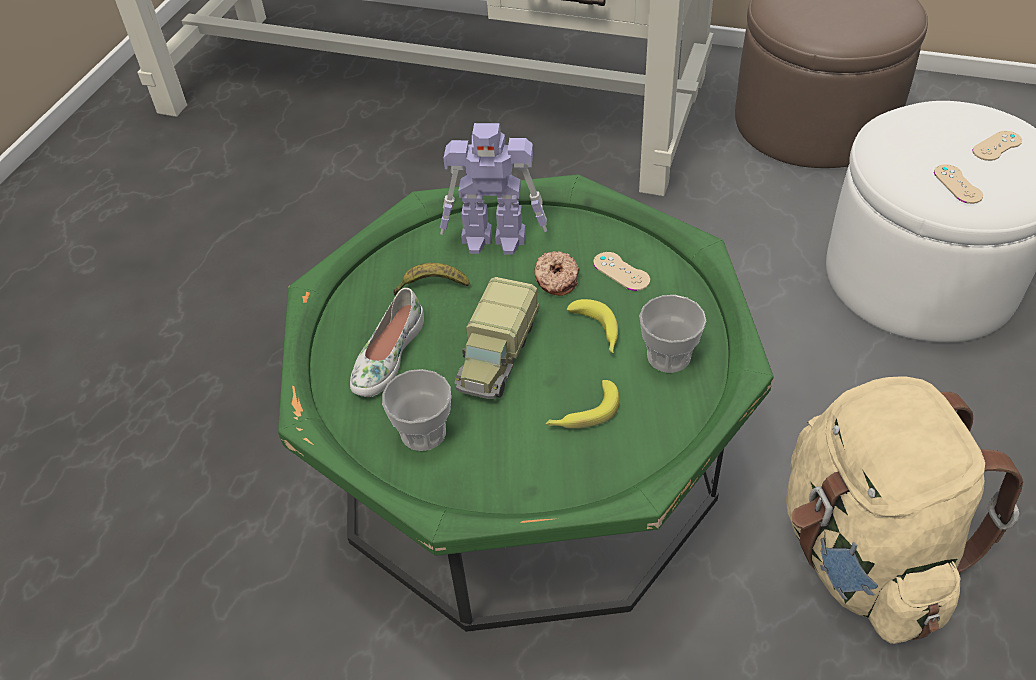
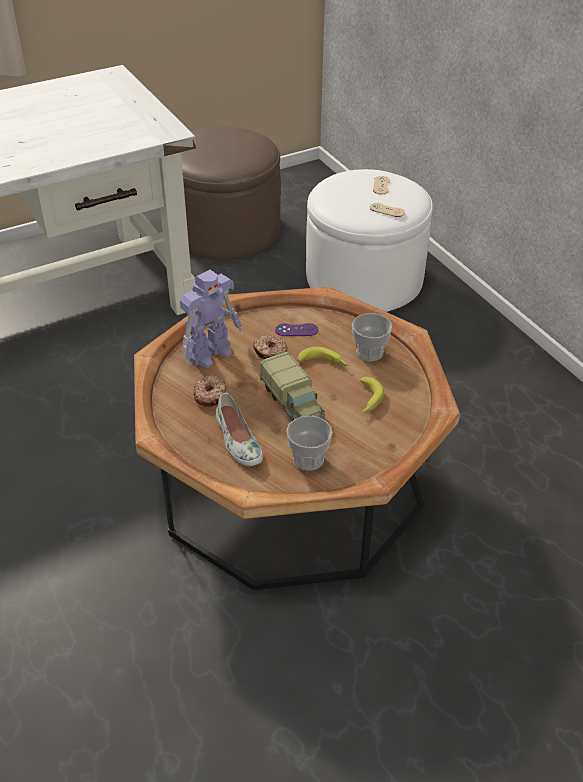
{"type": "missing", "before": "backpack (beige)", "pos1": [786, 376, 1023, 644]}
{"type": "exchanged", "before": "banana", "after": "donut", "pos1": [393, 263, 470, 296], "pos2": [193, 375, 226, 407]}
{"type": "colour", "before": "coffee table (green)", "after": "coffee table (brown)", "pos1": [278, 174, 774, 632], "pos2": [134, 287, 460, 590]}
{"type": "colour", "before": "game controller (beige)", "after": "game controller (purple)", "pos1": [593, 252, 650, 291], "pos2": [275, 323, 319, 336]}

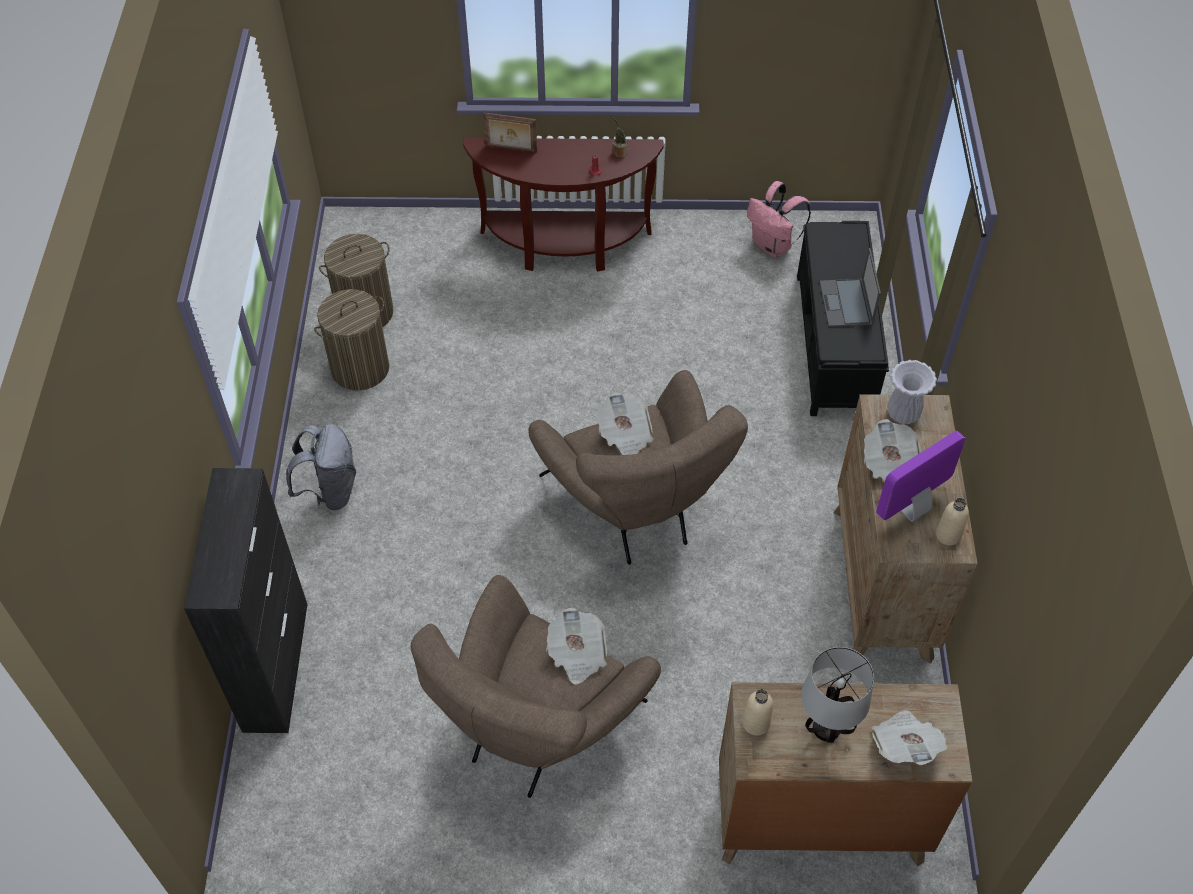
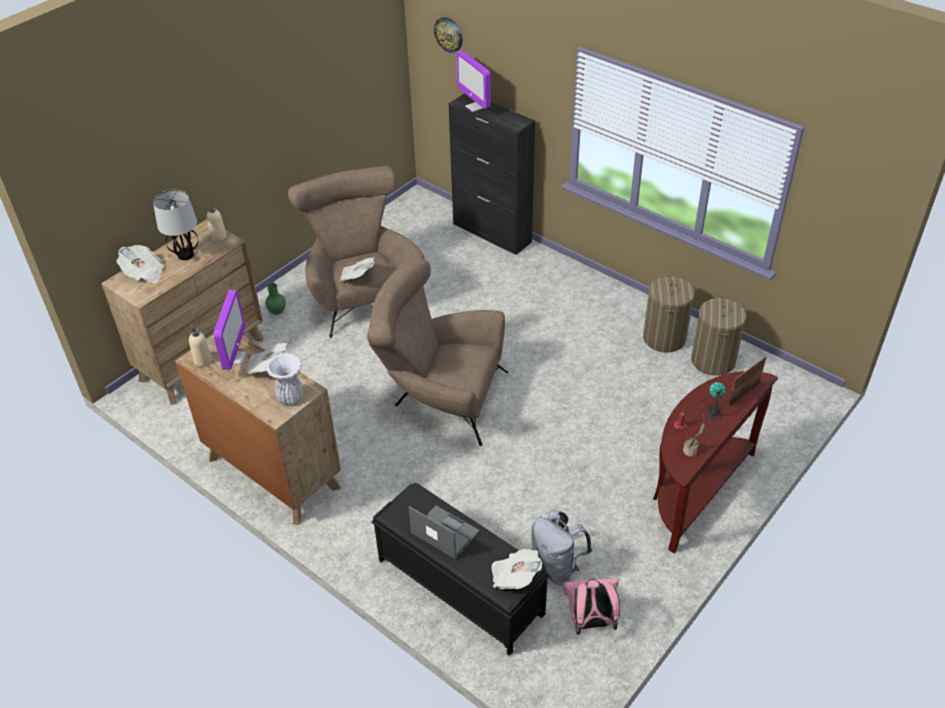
{"type": "appeared", "after": "vase (green)", "pos2": [265, 283, 286, 315]}
{"type": "appeared", "after": "wall clock", "pos2": [434, 17, 462, 53]}
{"type": "appeared", "after": "monitor", "pos2": [456, 51, 491, 112]}
{"type": "appeared", "after": "table lamp", "pos2": [693, 382, 726, 436]}
{"type": "relocated", "before": "backpack (grey)", "pos1": [286, 423, 356, 510], "pos2": [531, 510, 592, 585]}
{"type": "relocated", "before": "newspaper", "pos1": [598, 392, 653, 455], "pos2": [491, 549, 542, 589]}

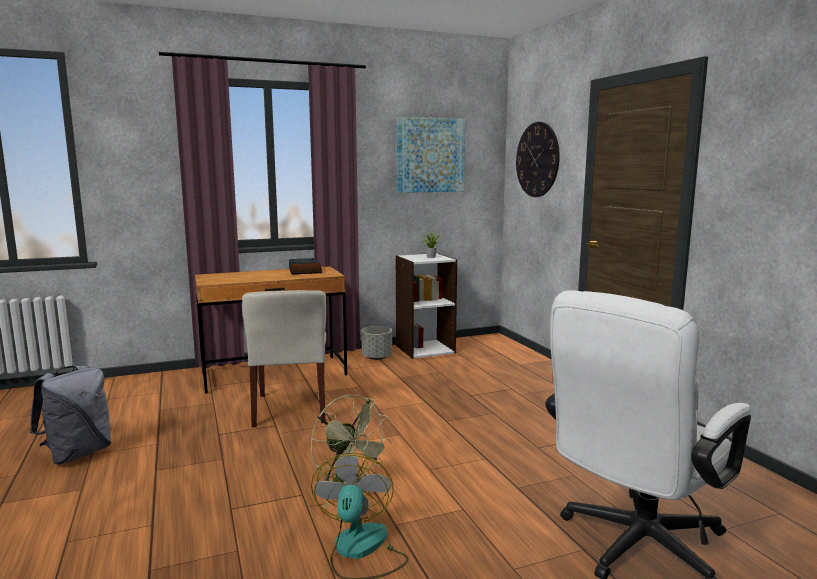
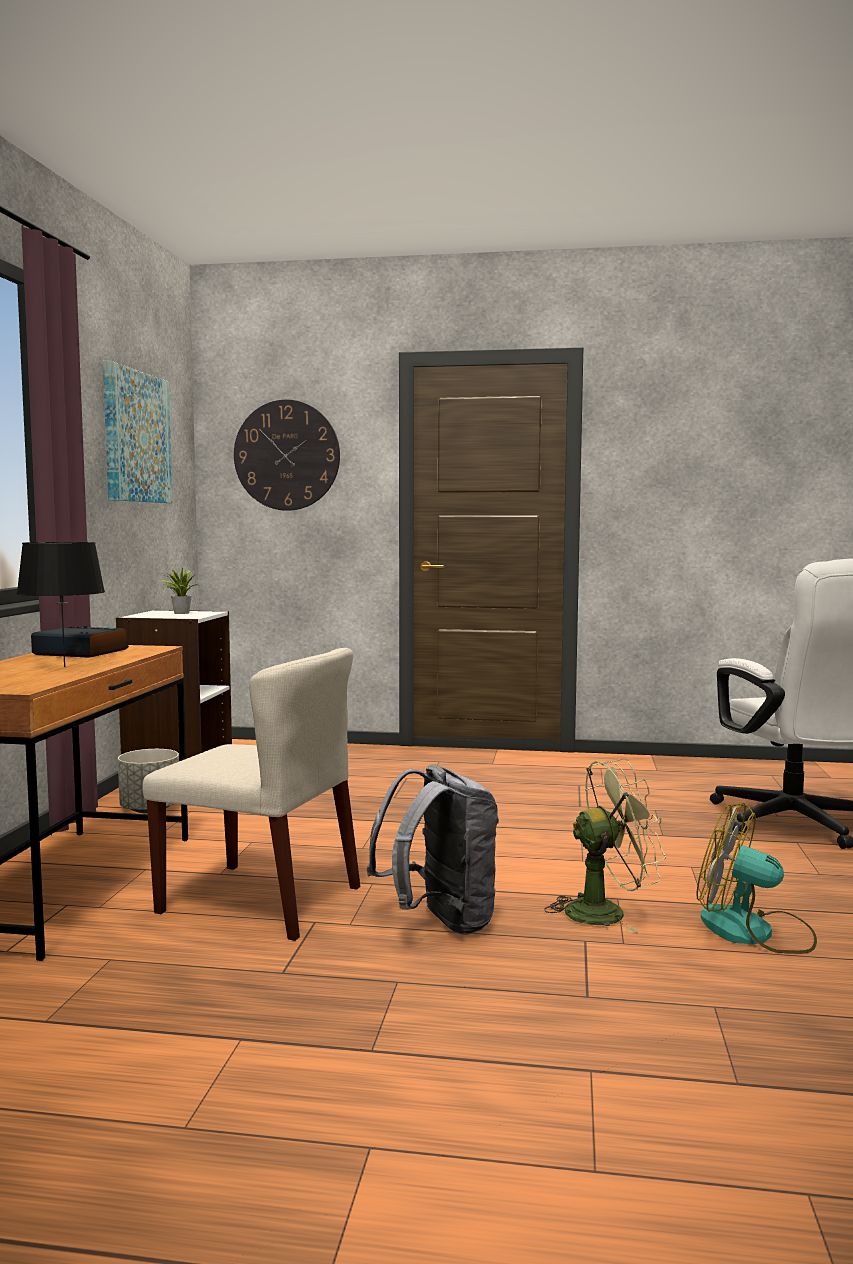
{"type": "appeared", "after": "table lamp (black)", "pos2": [17, 542, 105, 667]}
{"type": "relocated", "before": "backpack (grey)", "pos1": [30, 366, 112, 465], "pos2": [367, 765, 499, 935]}

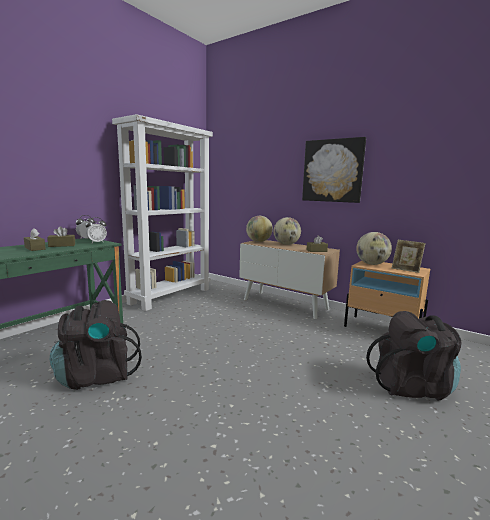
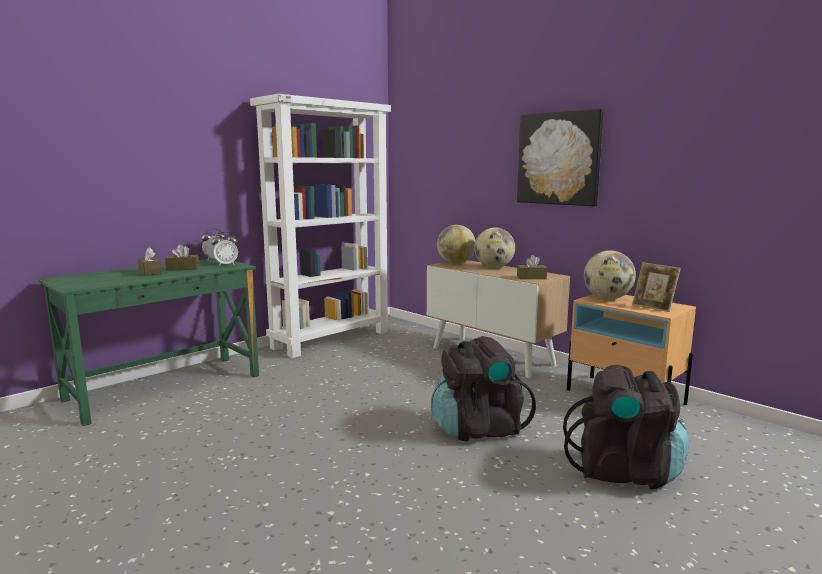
{"type": "relocated", "before": "backpack (black)", "pos1": [50, 300, 142, 390], "pos2": [431, 336, 536, 442]}

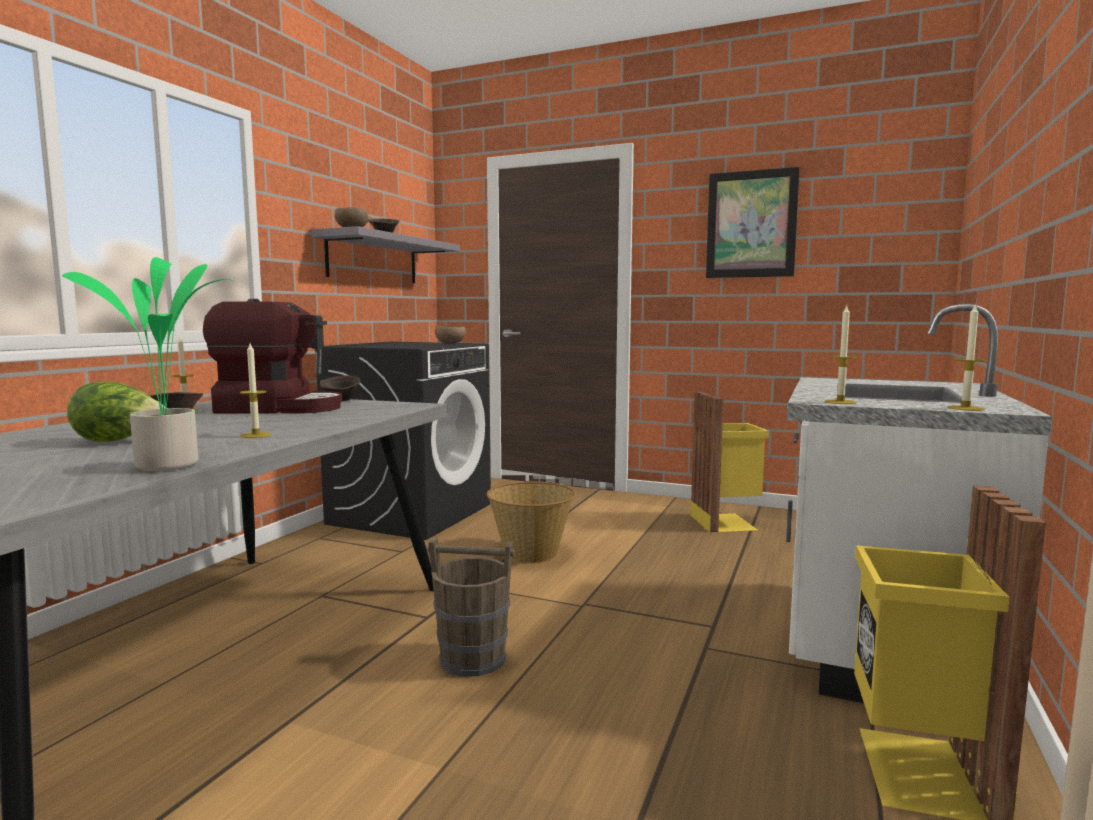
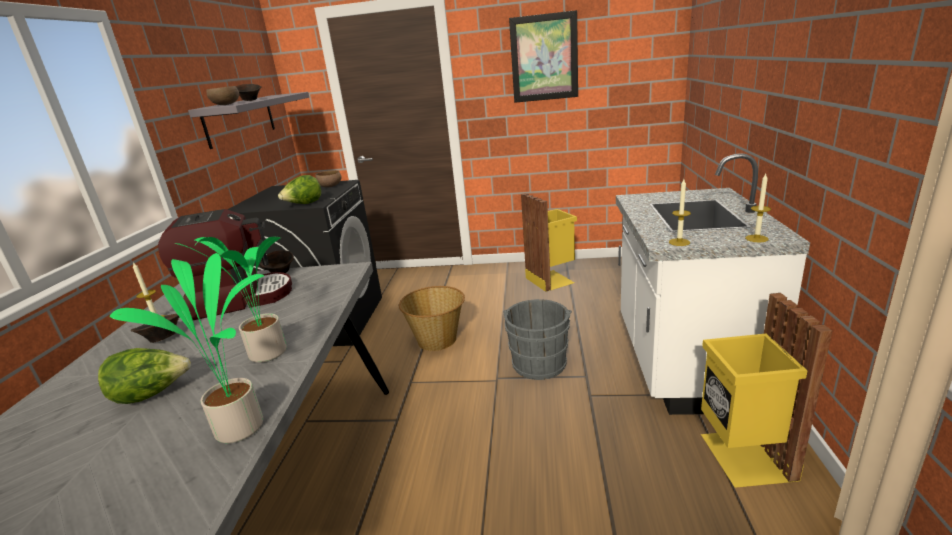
{"type": "missing", "before": "bucket (brown)", "pos1": [428, 538, 515, 677]}
{"type": "appeared", "after": "lettuce", "pos2": [278, 175, 321, 204]}
{"type": "appeared", "after": "bucket (grey)", "pos2": [503, 299, 572, 380]}
{"type": "exchanged", "before": "candle", "after": "potted plant", "pos1": [240, 343, 271, 438], "pos2": [174, 237, 287, 363]}

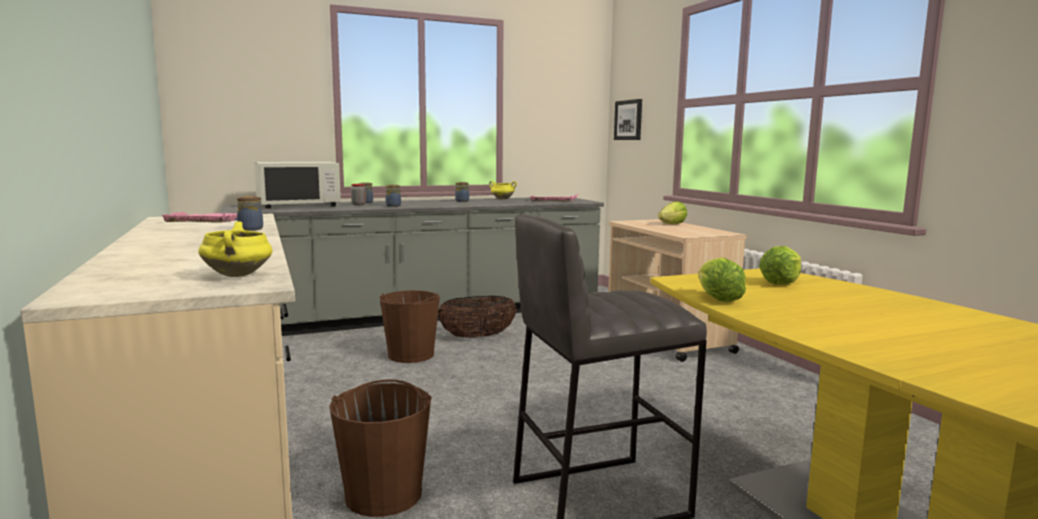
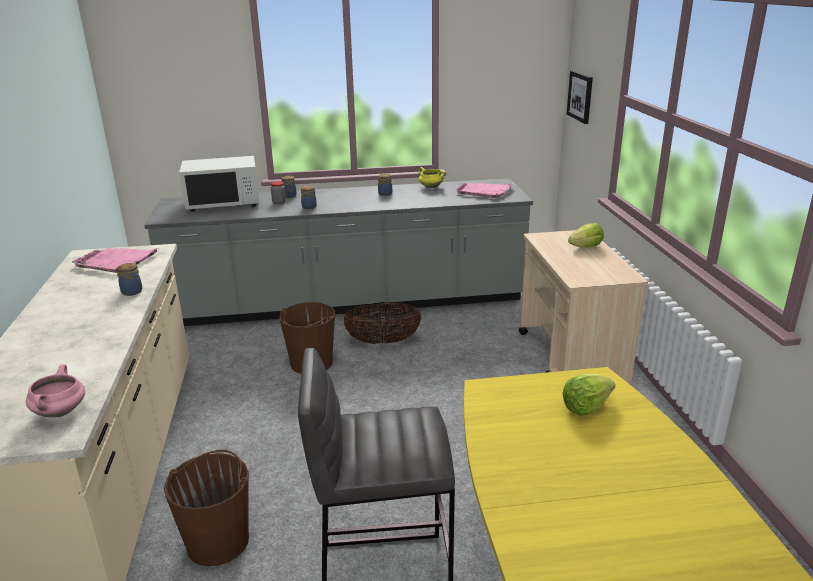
{"type": "missing", "before": "lettuce", "pos1": [699, 257, 746, 302]}
{"type": "colour", "before": "cooking pot (yellow)", "after": "cooking pot (pink)", "pos1": [198, 222, 272, 277], "pos2": [26, 364, 85, 418]}

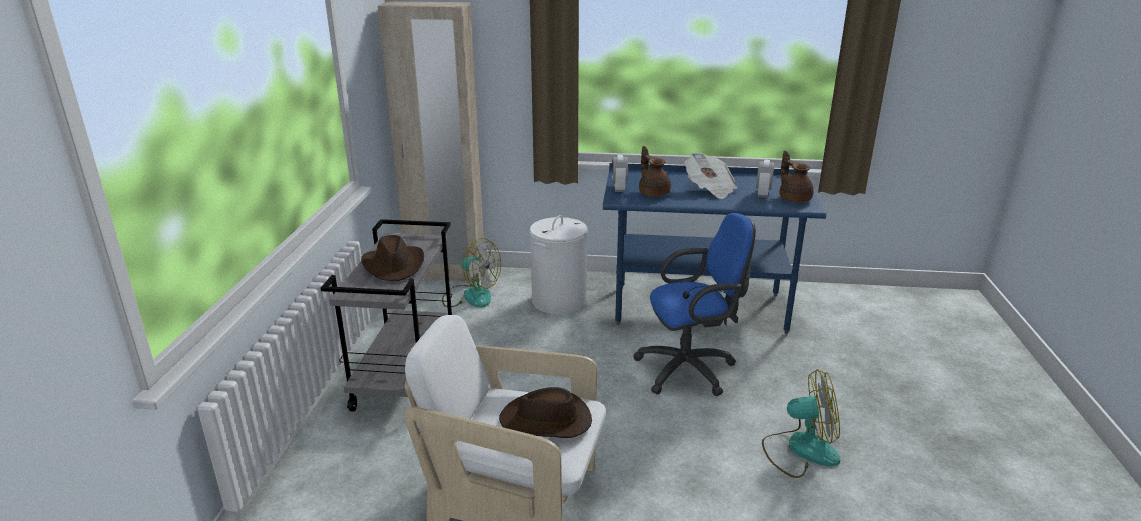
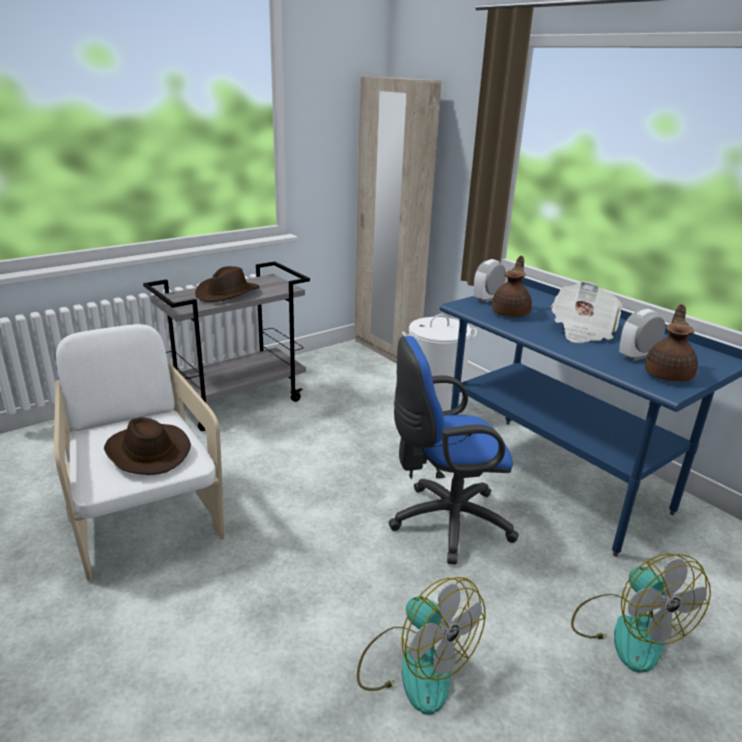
{"type": "relocated", "before": "fan", "pos1": [442, 238, 501, 307], "pos2": [571, 554, 711, 673]}
{"type": "spun", "before": "office chair (blue)", "pos1": [633, 213, 756, 396], "pos2": [389, 336, 519, 564], "turn": 135}

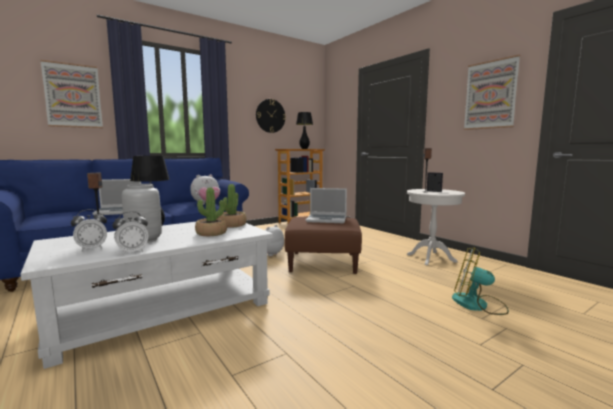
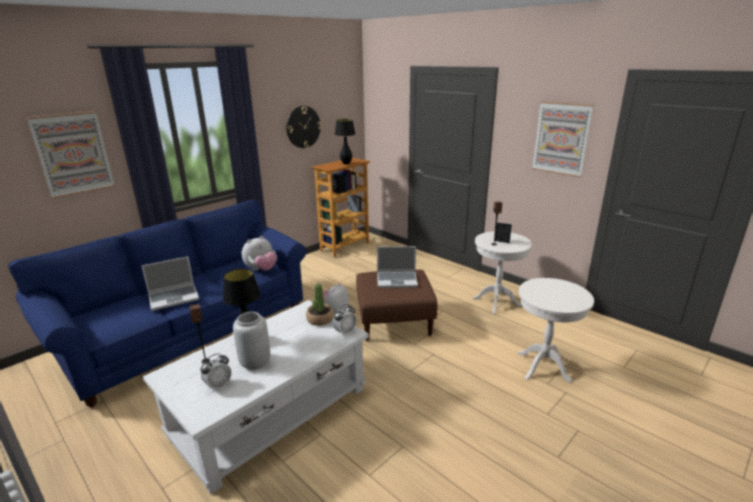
{"type": "missing", "before": "potted plant", "pos1": [195, 187, 227, 236]}
{"type": "relocated", "before": "alarm clock", "pos1": [112, 211, 149, 255], "pos2": [333, 304, 357, 337]}
{"type": "exchanged", "before": "fan", "after": "side table (white)", "pos1": [452, 247, 509, 315], "pos2": [518, 278, 594, 383]}

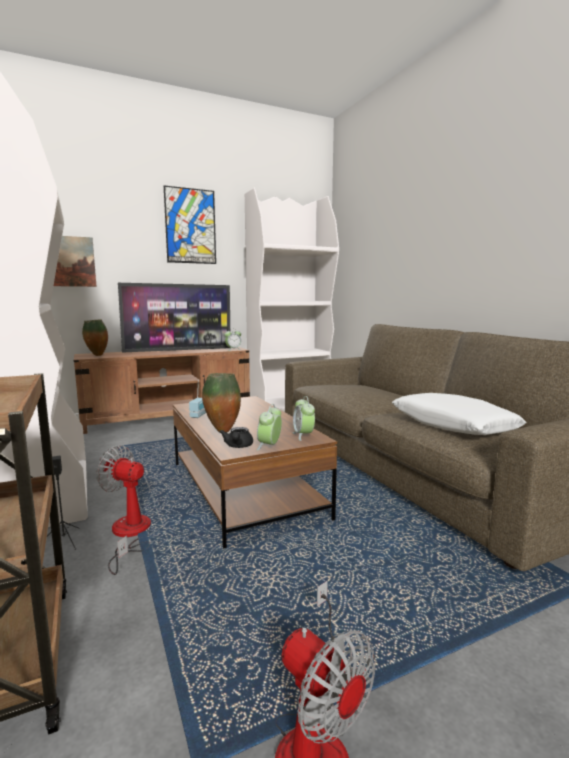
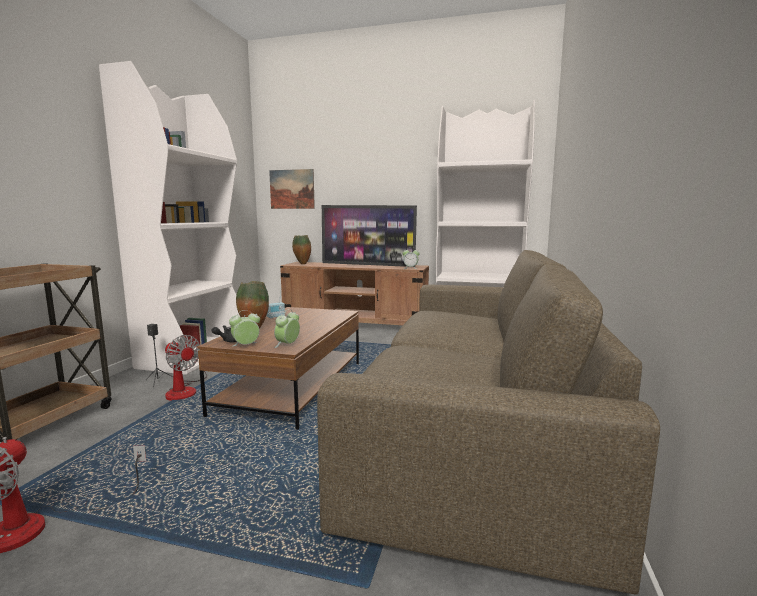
{"type": "missing", "before": "picture", "pos1": [164, 186, 216, 264]}
{"type": "missing", "before": "pillow (white)", "pos1": [392, 393, 526, 435]}
{"type": "spun", "before": "fan", "pos1": [96, 445, 153, 575], "pos2": [165, 335, 207, 401], "turn": 150}

